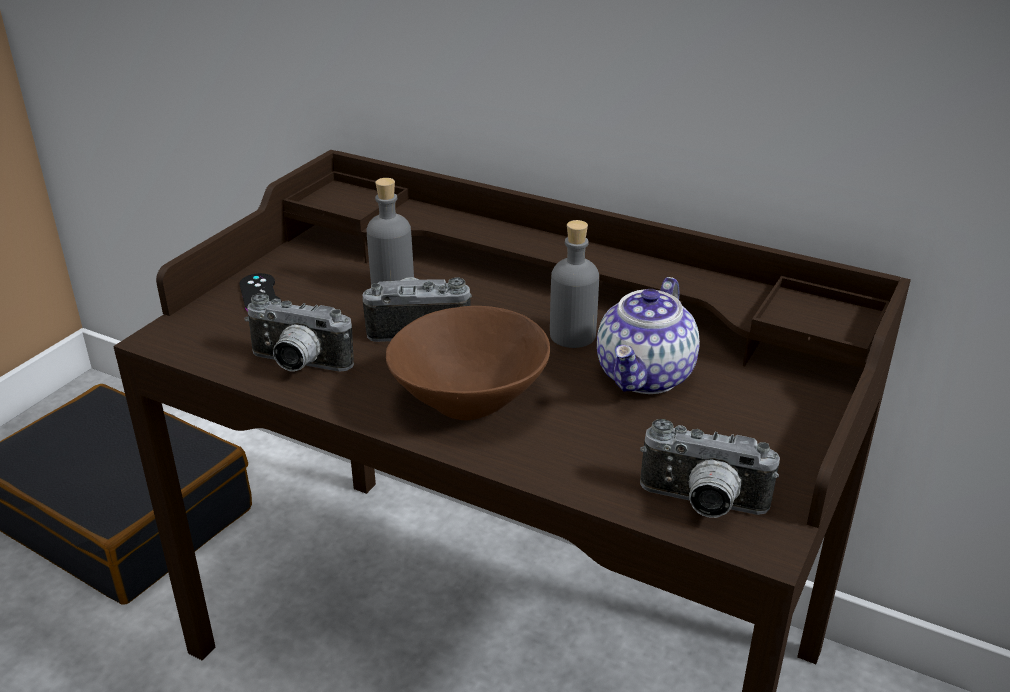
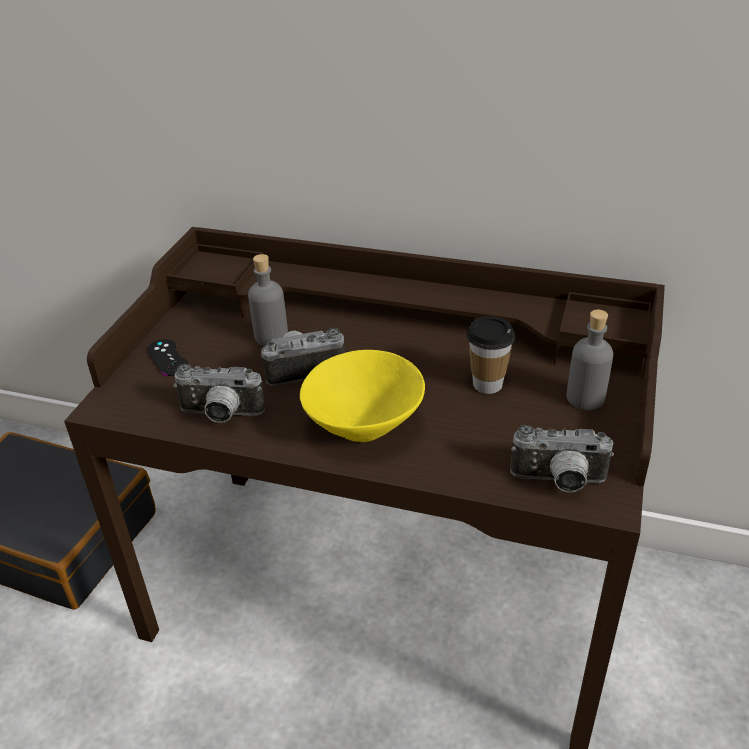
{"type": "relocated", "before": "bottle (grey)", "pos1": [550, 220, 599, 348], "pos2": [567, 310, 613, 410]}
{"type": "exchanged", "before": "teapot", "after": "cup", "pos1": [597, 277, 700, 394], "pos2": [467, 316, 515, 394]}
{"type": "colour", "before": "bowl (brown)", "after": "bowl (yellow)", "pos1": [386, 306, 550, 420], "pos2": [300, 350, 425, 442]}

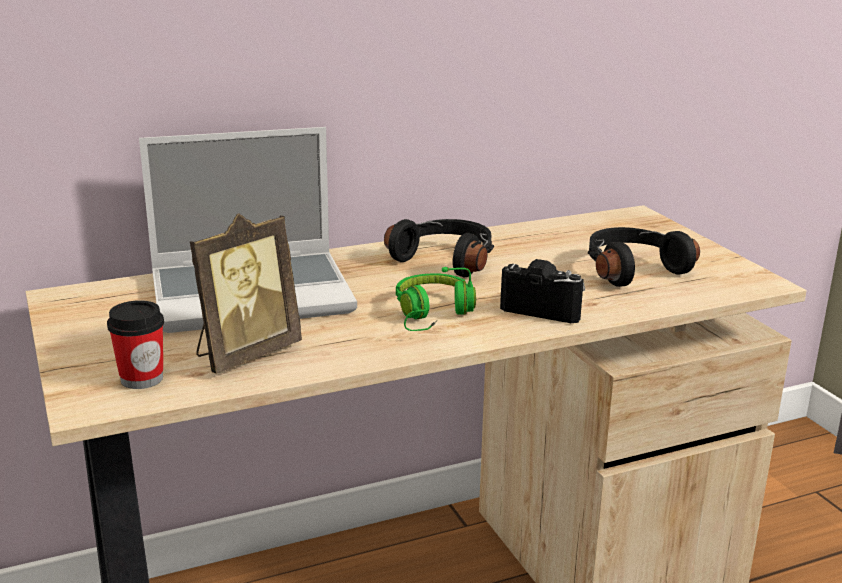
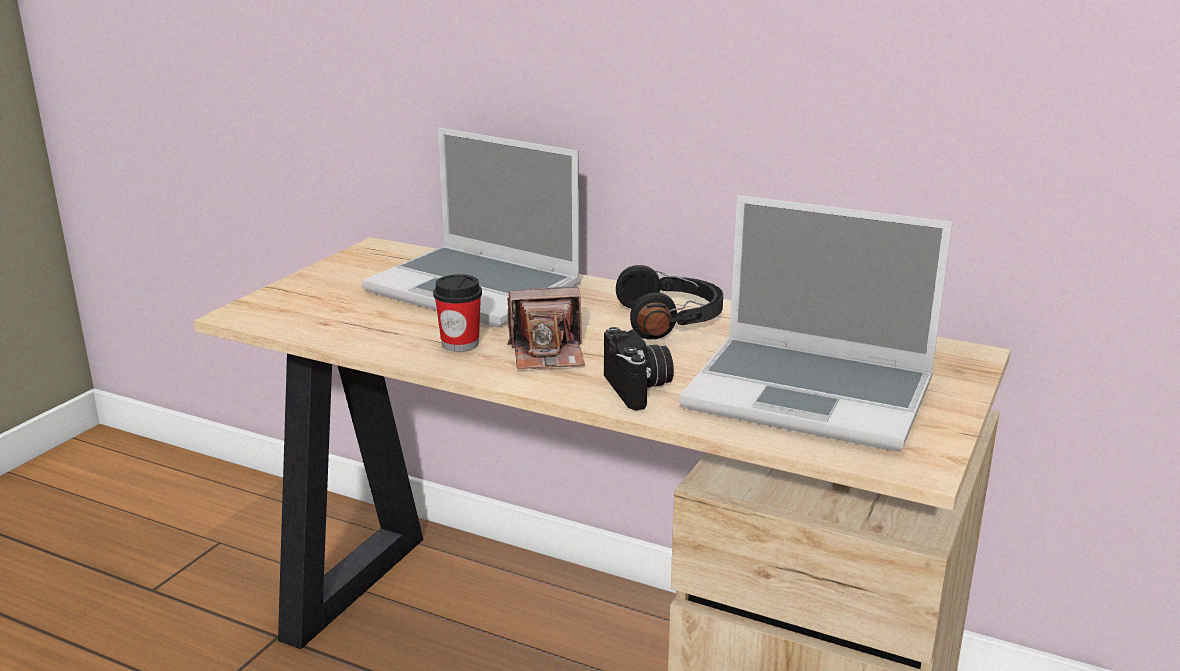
{"type": "missing", "before": "picture frame", "pos1": [190, 213, 302, 374]}
{"type": "relocated", "before": "cup", "pos1": [107, 300, 164, 389], "pos2": [433, 274, 482, 352]}
{"type": "exchanged", "before": "headphones (green)", "after": "photo camera", "pos1": [396, 267, 476, 331], "pos2": [507, 286, 585, 369]}
{"type": "exchanged", "before": "headphones (black)", "after": "laptop", "pos1": [588, 227, 700, 287], "pos2": [679, 195, 953, 451]}

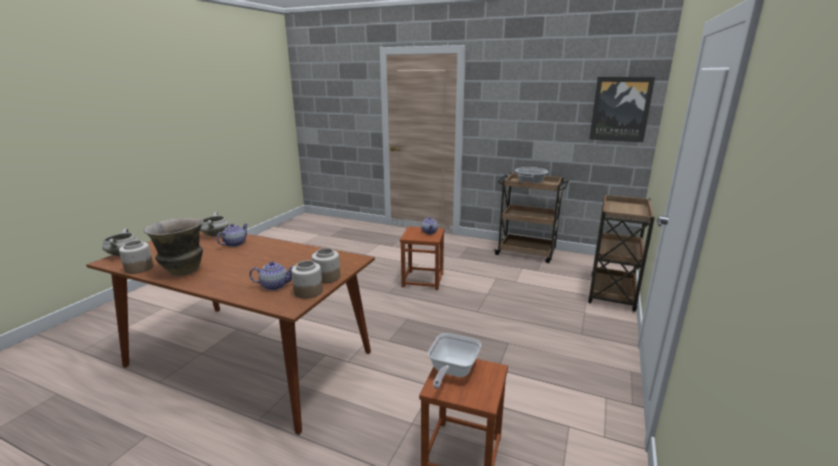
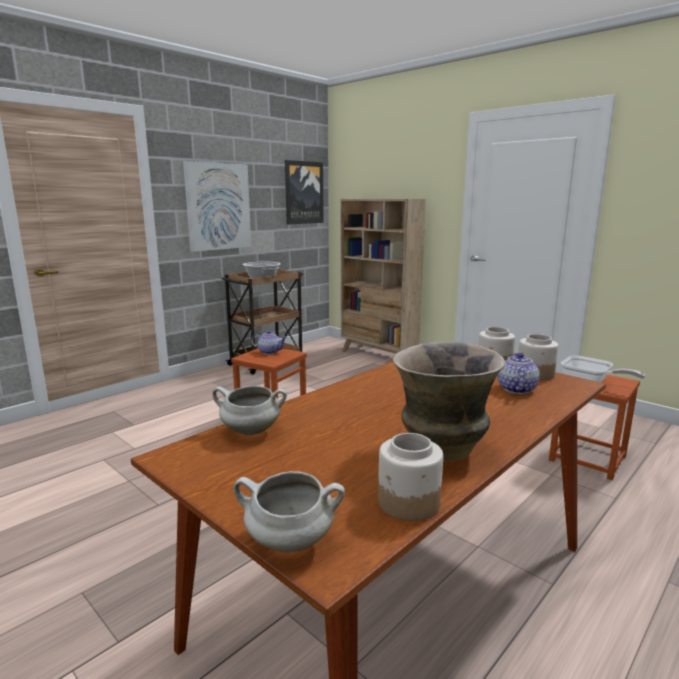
{"type": "missing", "before": "teapot", "pos1": [217, 224, 248, 247]}
{"type": "appeared", "after": "picture", "pos2": [183, 161, 251, 252]}
{"type": "exchanged", "before": "cart (brown)", "after": "bookcase (beige)", "pos1": [588, 194, 655, 312], "pos2": [341, 199, 426, 354]}

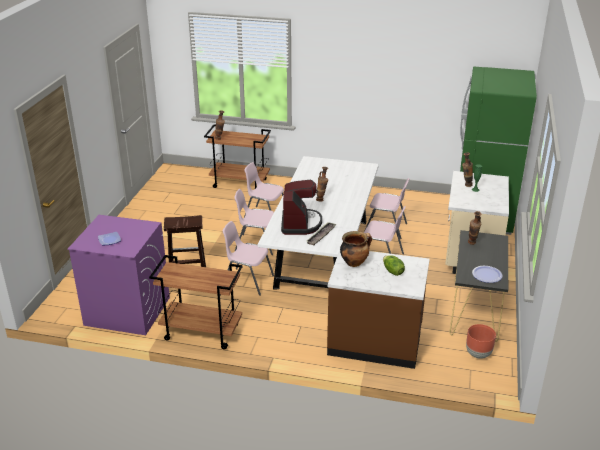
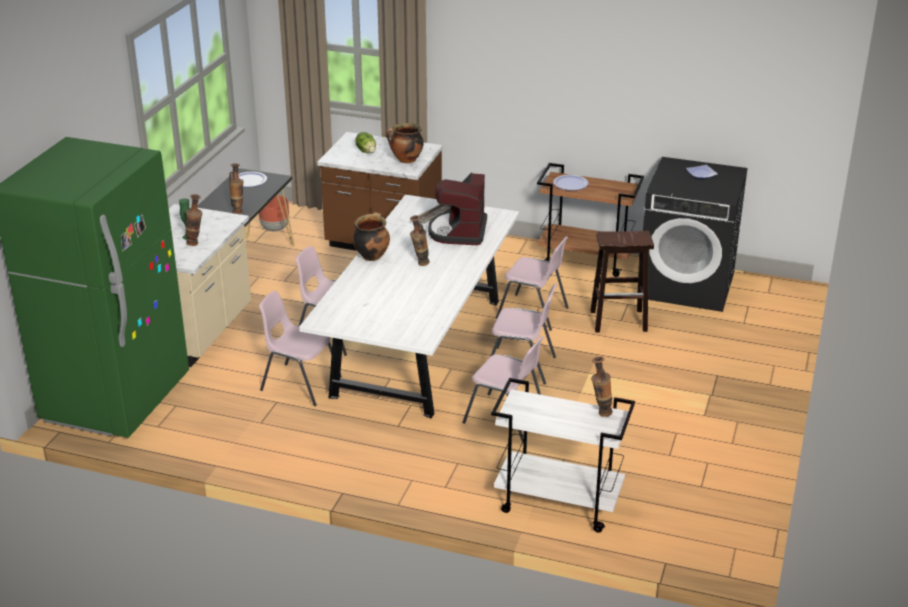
{"type": "appeared", "after": "cooking pot", "pos2": [353, 212, 390, 261]}
{"type": "appeared", "after": "plate", "pos2": [553, 175, 589, 191]}
{"type": "colour", "before": "washing machine (purple)", "after": "washing machine (black)", "pos1": [68, 215, 170, 335], "pos2": [643, 157, 748, 312]}
{"type": "colour", "before": "cart (brown)", "after": "cart (white)", "pos1": [204, 124, 271, 189], "pos2": [491, 378, 635, 533]}

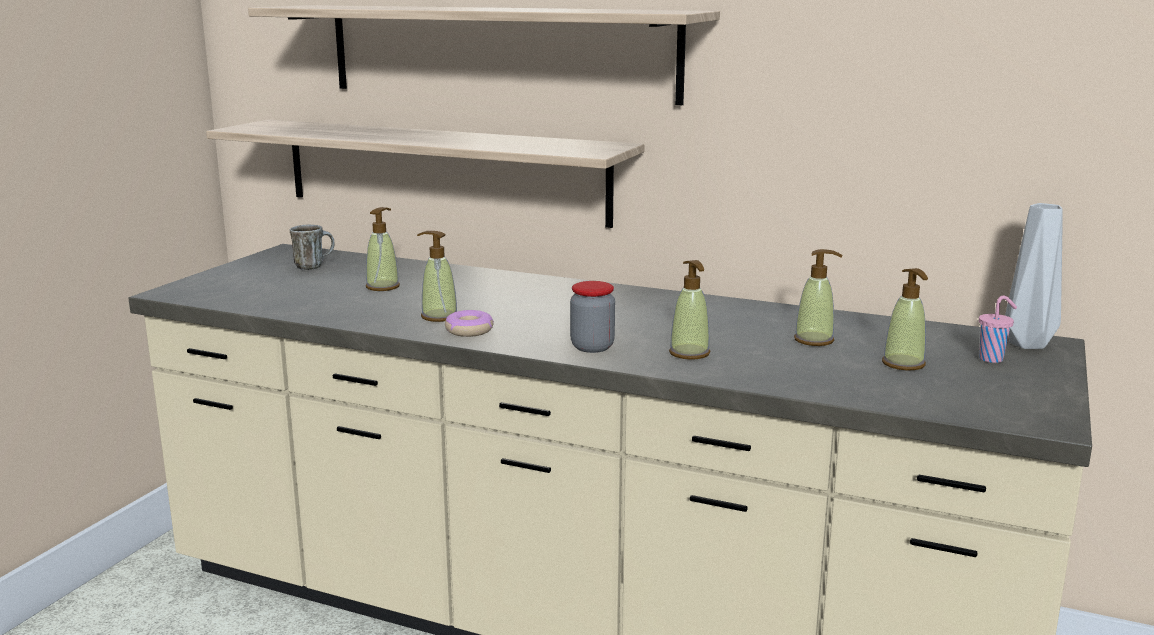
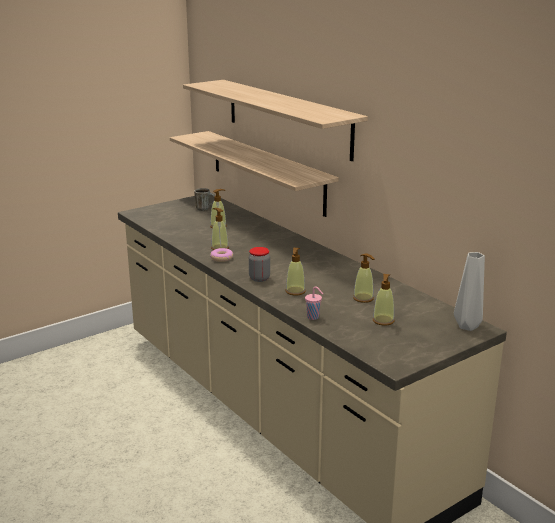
{"type": "relocated", "before": "cup (pink)", "pos1": [979, 296, 1017, 363], "pos2": [305, 286, 323, 320]}

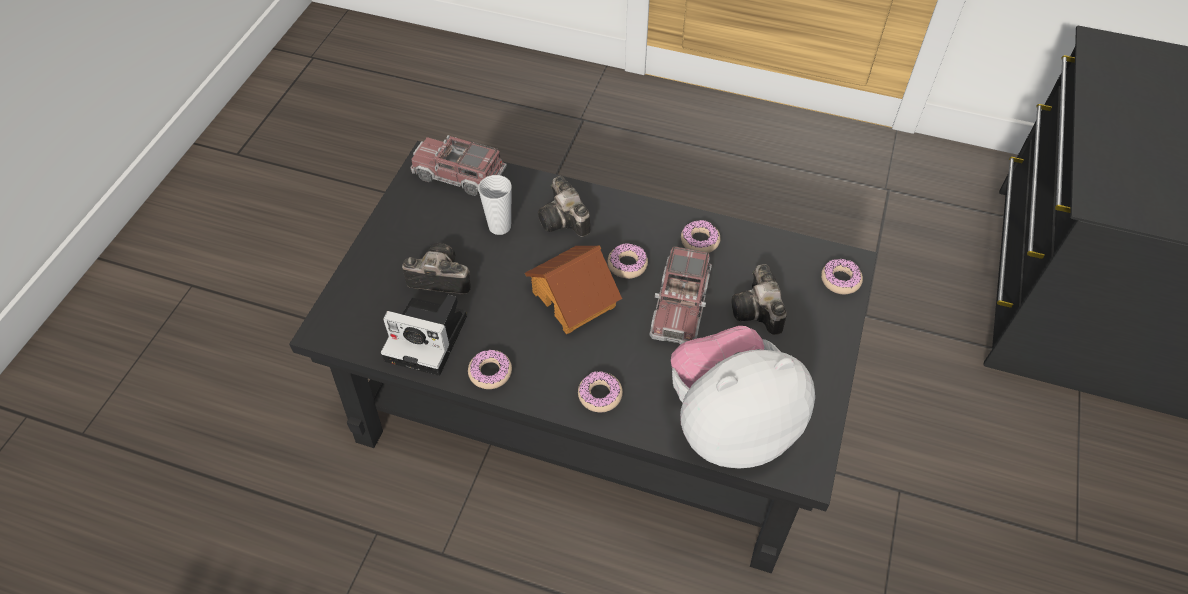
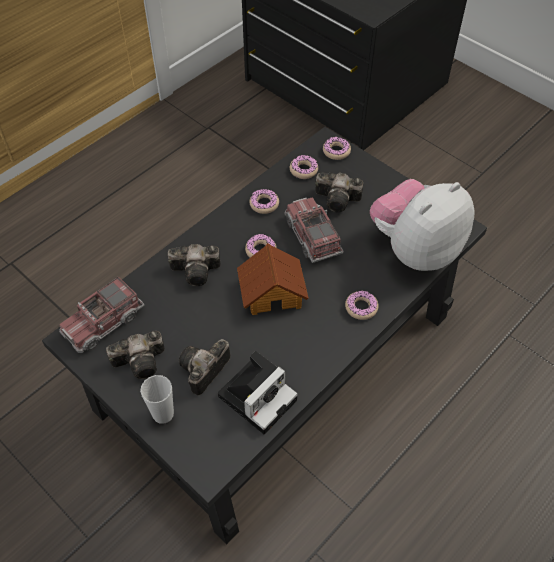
{"type": "appeared", "after": "photo camera", "pos2": [106, 331, 165, 379]}
{"type": "relocated", "before": "donut", "pos1": [468, 350, 512, 389], "pos2": [290, 155, 318, 179]}
{"type": "relocated", "before": "cup", "pos1": [478, 175, 512, 235], "pos2": [140, 375, 174, 424]}
{"type": "spun", "before": "toy truck", "pos1": [649, 246, 712, 344], "pos2": [285, 197, 344, 263], "turn": -150}
{"type": "spun", "before": "plush toy", "pos1": [671, 326, 815, 469], "pos2": [370, 179, 474, 271], "turn": 45}

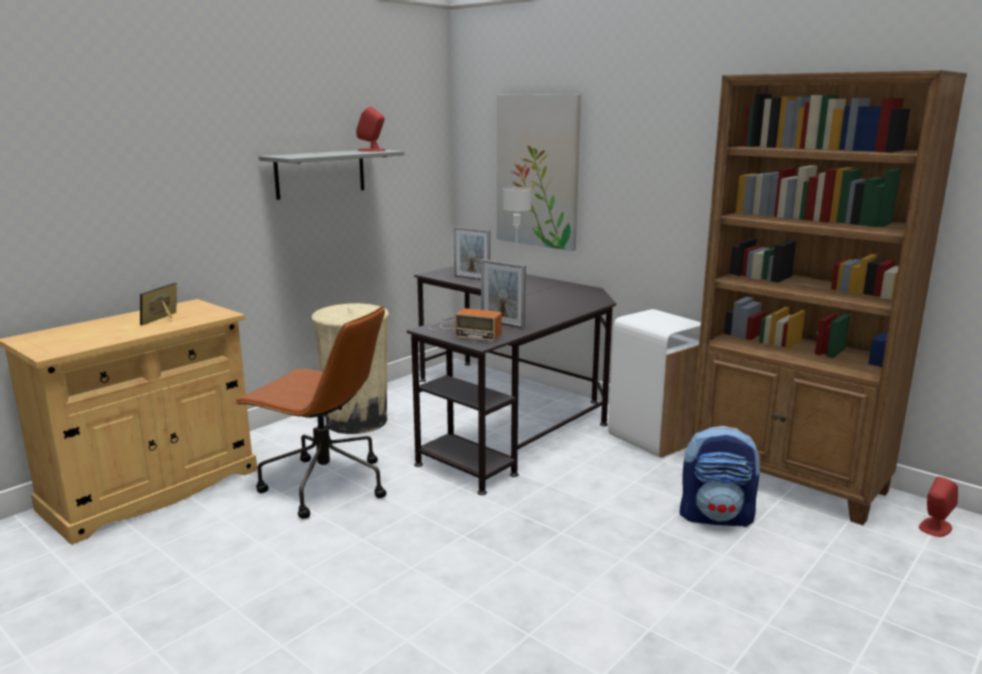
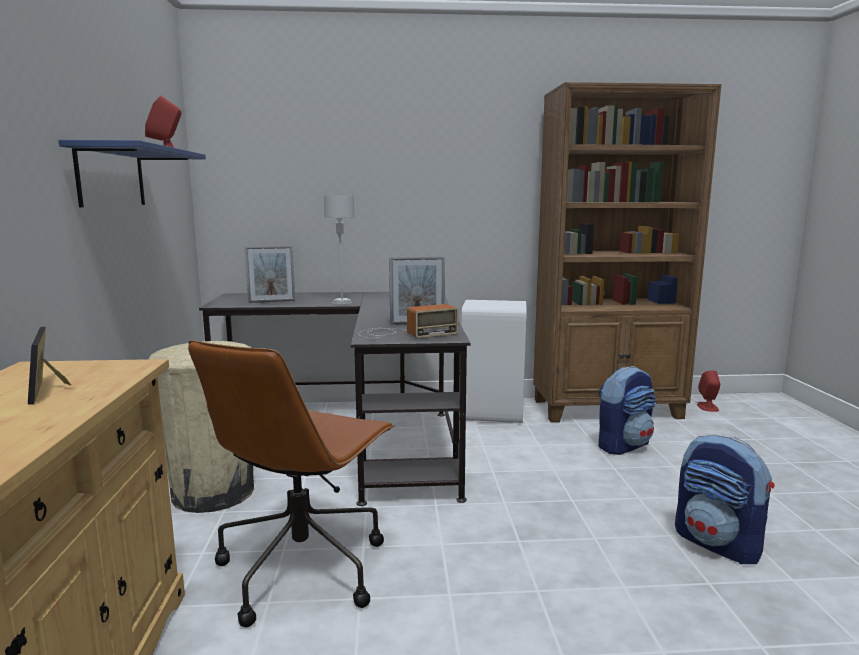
{"type": "missing", "before": "picture", "pos1": [497, 94, 581, 251]}
{"type": "appeared", "after": "backpack", "pos2": [675, 435, 774, 564]}
{"type": "colour", "before": "shelf (grey)", "after": "shelf (blue)", "pos1": [259, 150, 405, 200], "pos2": [59, 140, 206, 207]}
{"type": "spun", "before": "office chair (brown)", "pos1": [234, 306, 387, 519], "pos2": [188, 340, 394, 627], "turn": 135}

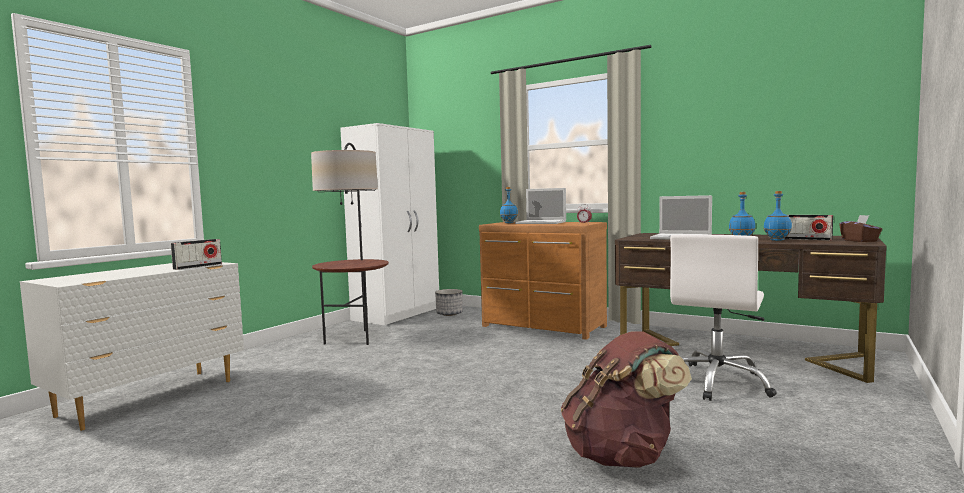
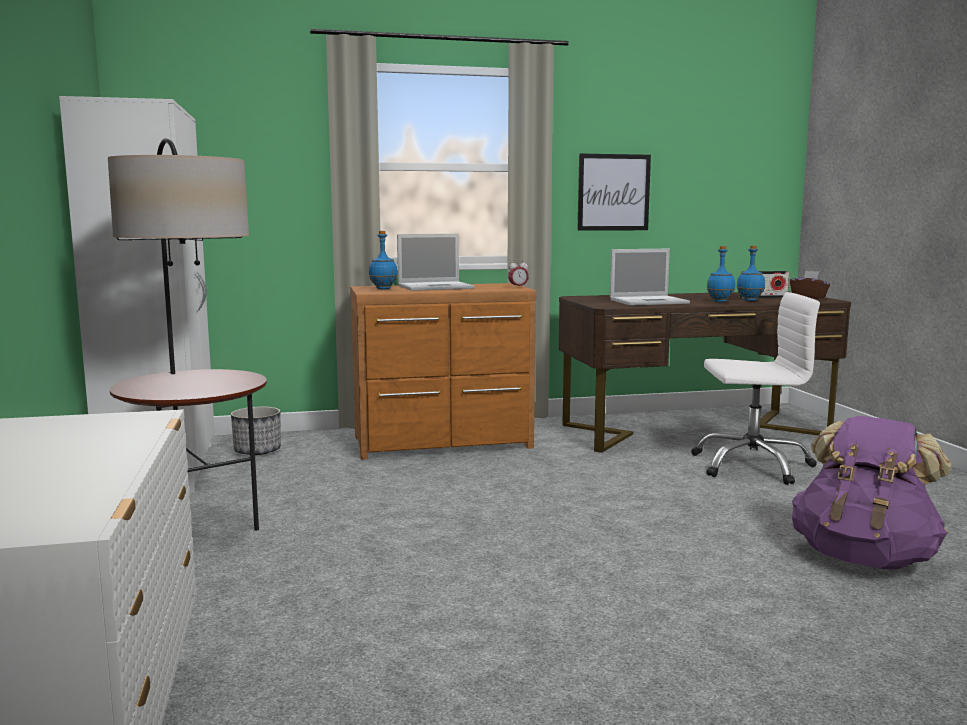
{"type": "missing", "before": "radio", "pos1": [171, 239, 222, 270]}
{"type": "appeared", "after": "picture", "pos2": [577, 153, 651, 231]}
{"type": "colour", "before": "backpack (brown)", "after": "backpack (purple)", "pos1": [561, 331, 692, 468], "pos2": [792, 416, 951, 570]}
{"type": "spun", "before": "office chair (white)", "pos1": [670, 234, 777, 401], "pos2": [691, 292, 820, 485], "turn": -75}

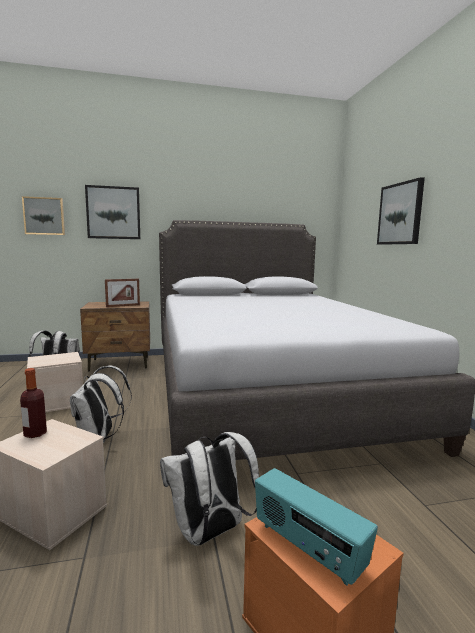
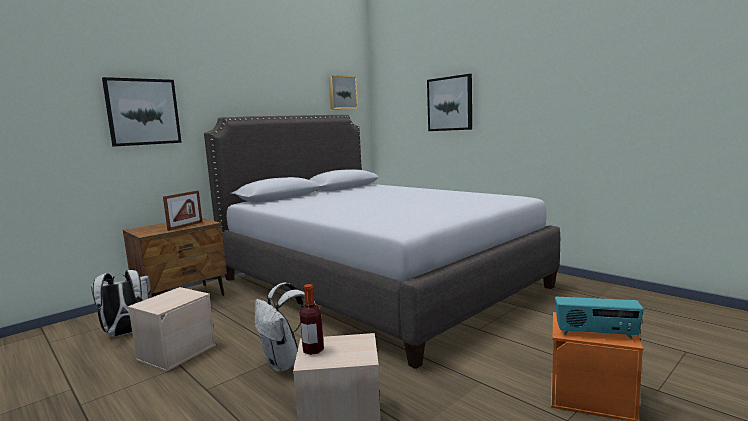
{"type": "missing", "before": "backpack (white)", "pos1": [160, 432, 259, 546]}
{"type": "relocated", "before": "picture", "pos1": [22, 196, 65, 235], "pos2": [328, 75, 358, 109]}

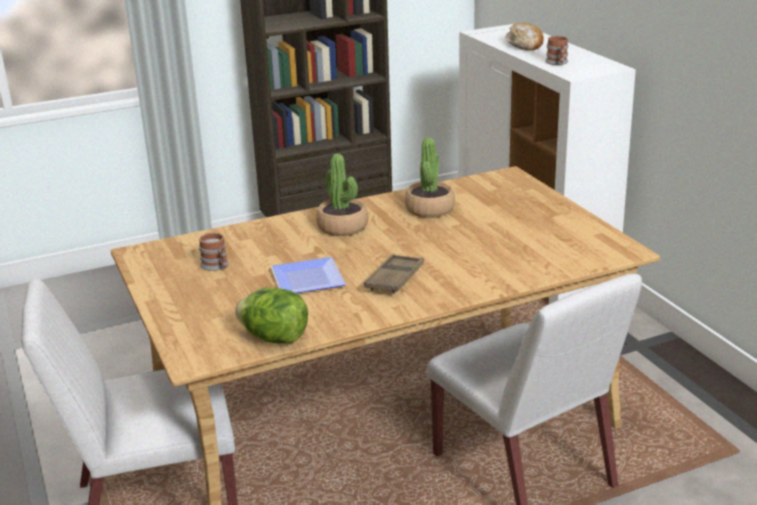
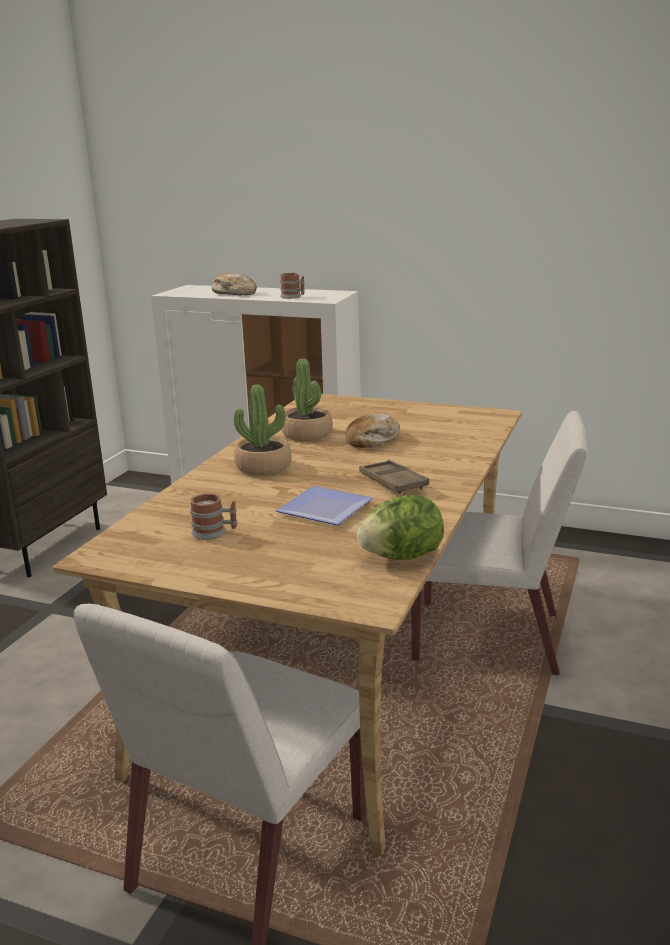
{"type": "appeared", "after": "bread", "pos2": [346, 413, 400, 448]}

